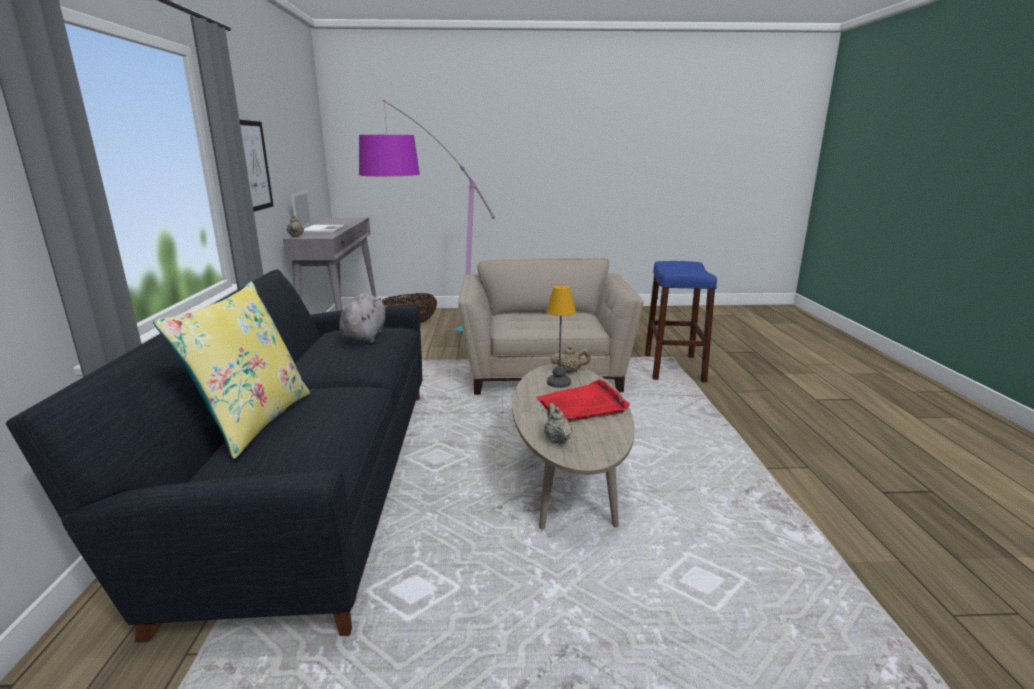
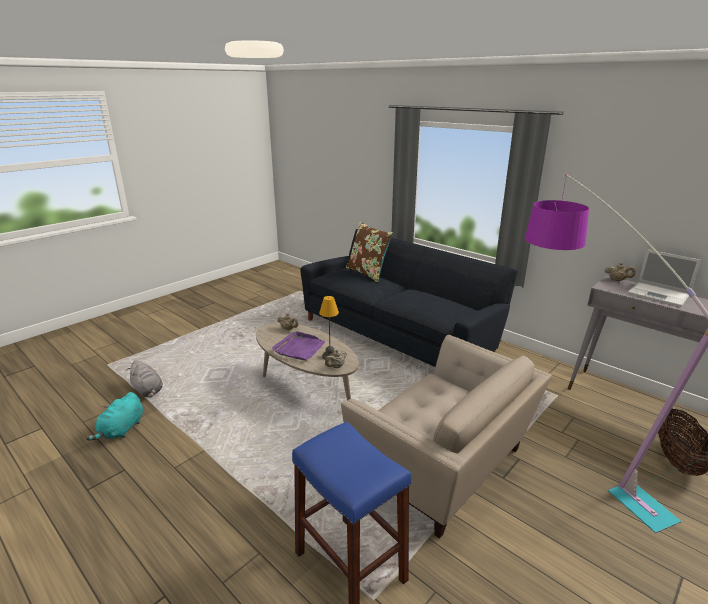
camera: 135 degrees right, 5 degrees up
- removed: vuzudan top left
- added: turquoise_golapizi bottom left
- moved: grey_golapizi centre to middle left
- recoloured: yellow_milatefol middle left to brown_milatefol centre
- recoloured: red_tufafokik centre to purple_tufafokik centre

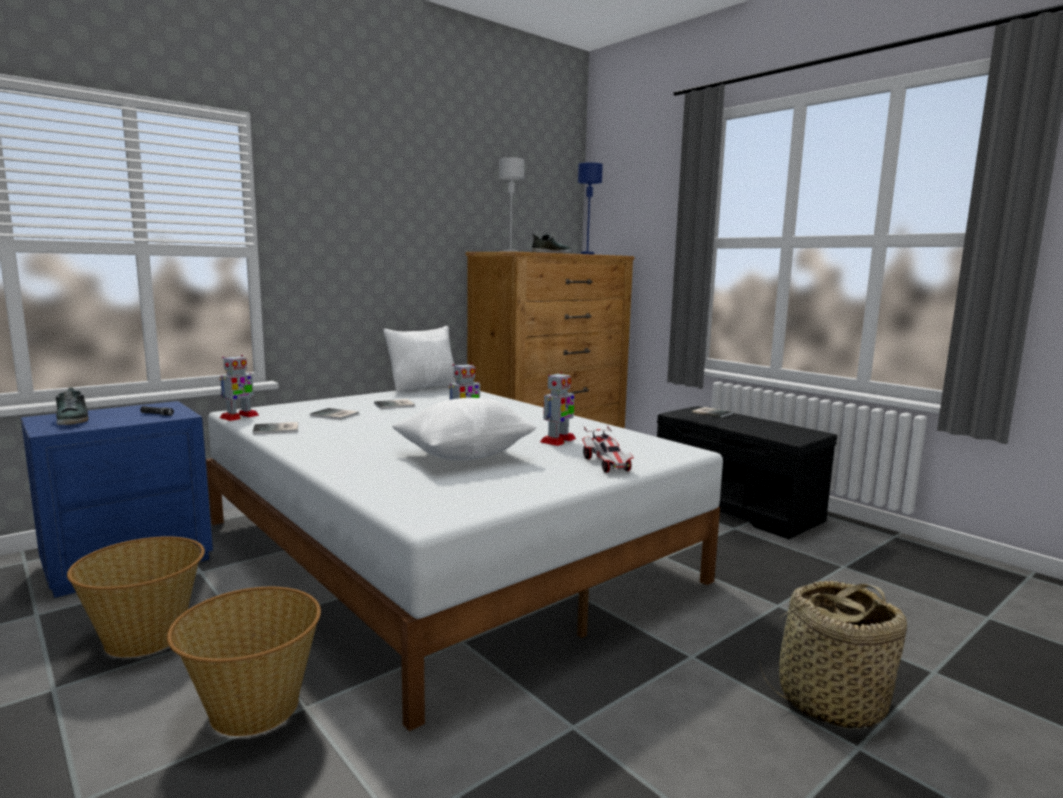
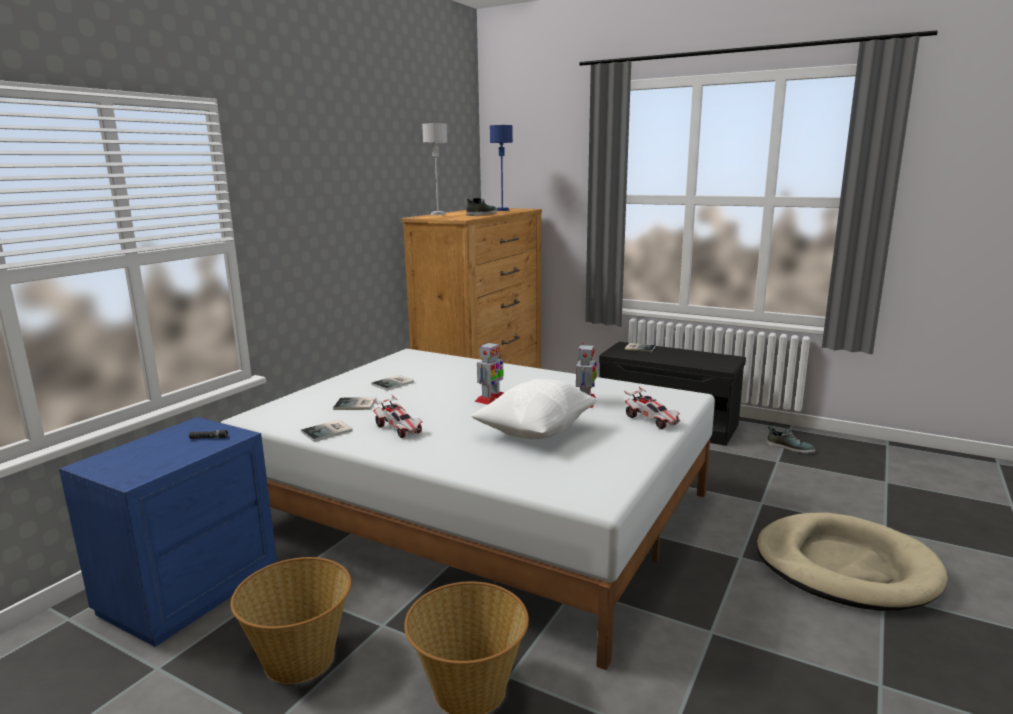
camera: 20 degrees left, 5 degrees up
- removed: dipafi (1st from left) middle left
- removed: white_milatefol (1st from left) centre
- added: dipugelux (1st from left) centre
- moved: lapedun (1st from left in the first image) middle left to lapedun (2nd from left) middle right
- replaced: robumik (3rd from left) bottom right to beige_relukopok bottom right

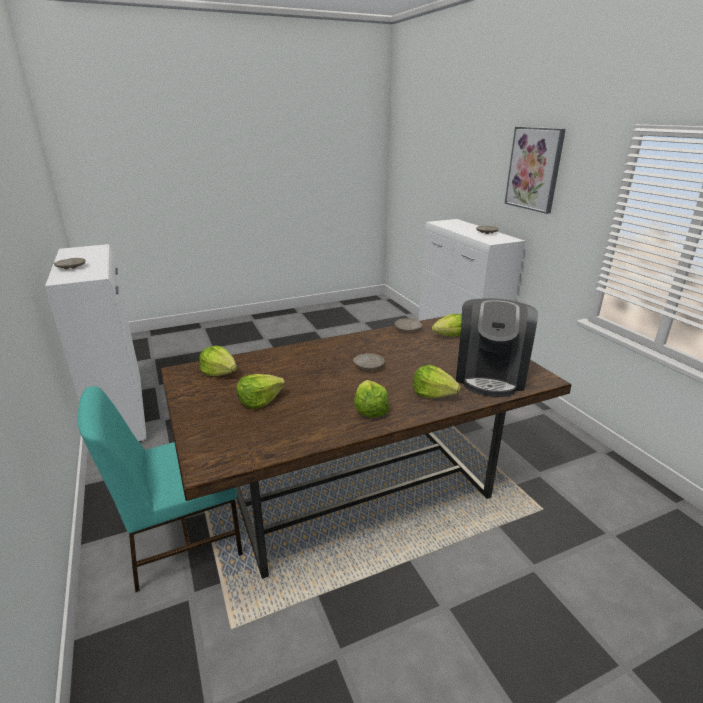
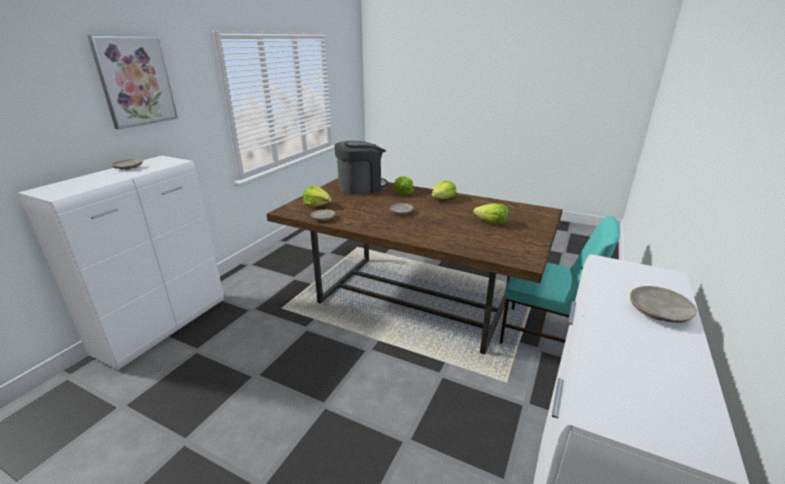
camera: 130 degrees left, 0 degrees up
- removed: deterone (1st from left) middle left

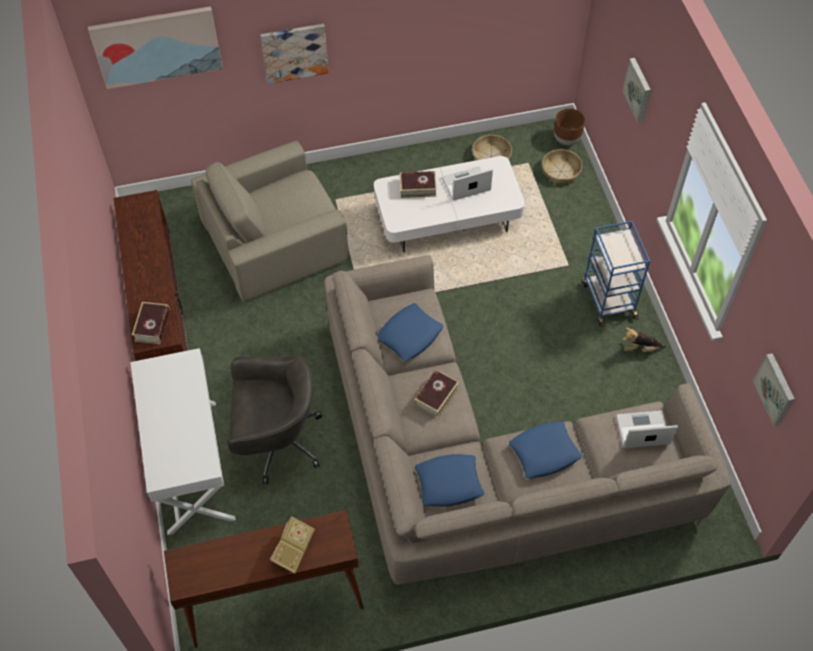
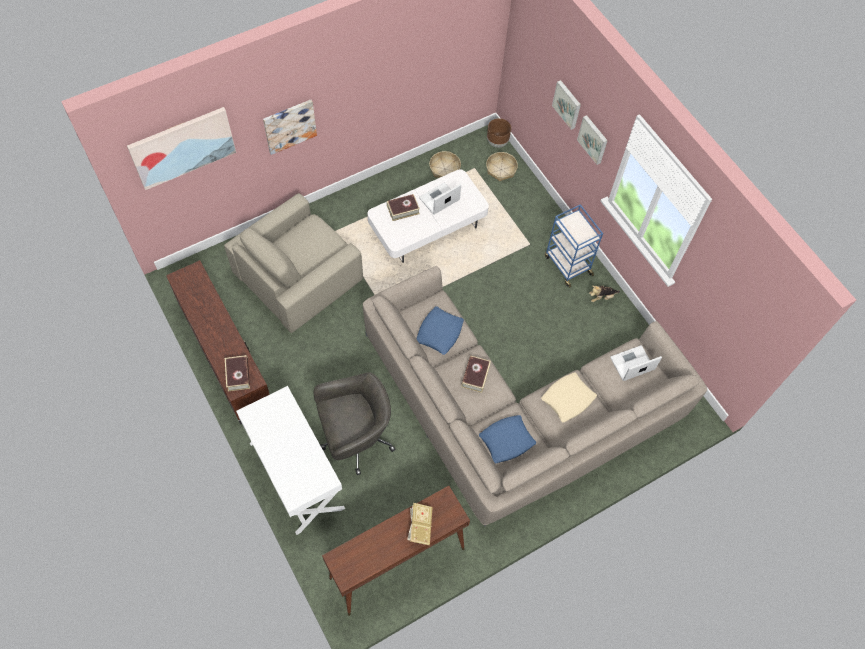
camera: 20 degrees left, 5 degrees up
- moved: vuzudan (4th from left) middle right to top right
- recoloured: blue_milatefol (3rd from left) bottom right to beige_milatefol centre

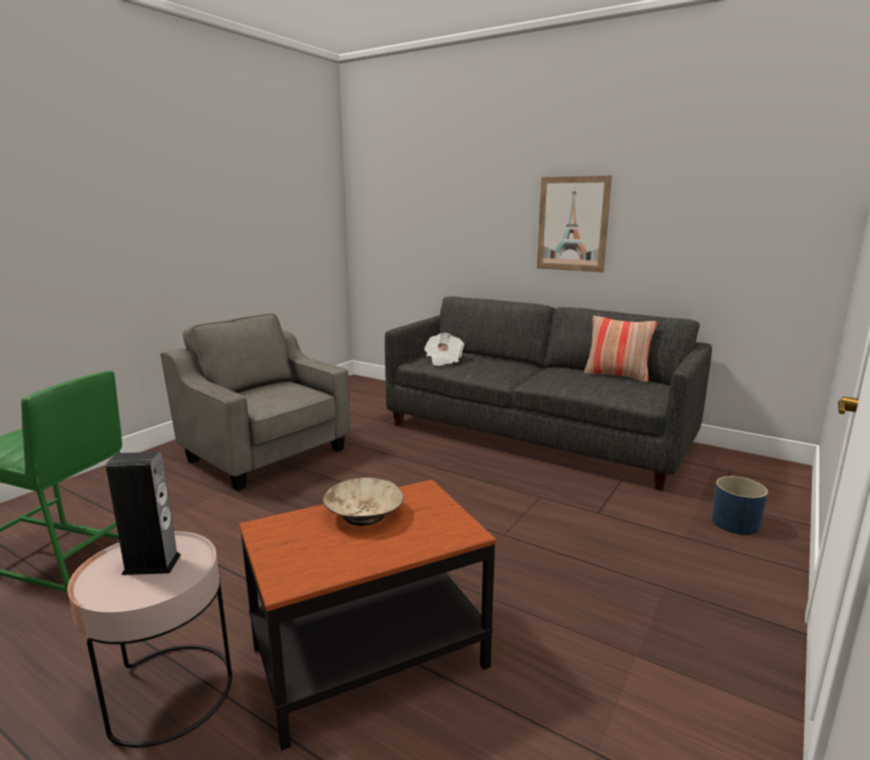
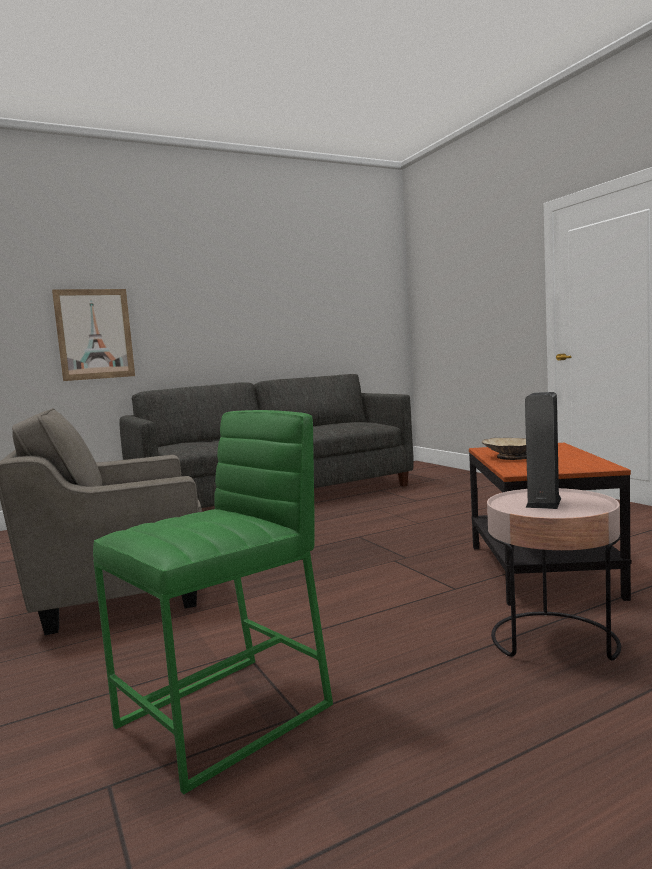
camera: 60 degrees left, 10 degrees down
- removed: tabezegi centre
- removed: milatefol middle right
- removed: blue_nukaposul middle right
- moved: vuzudan top centre to middle left

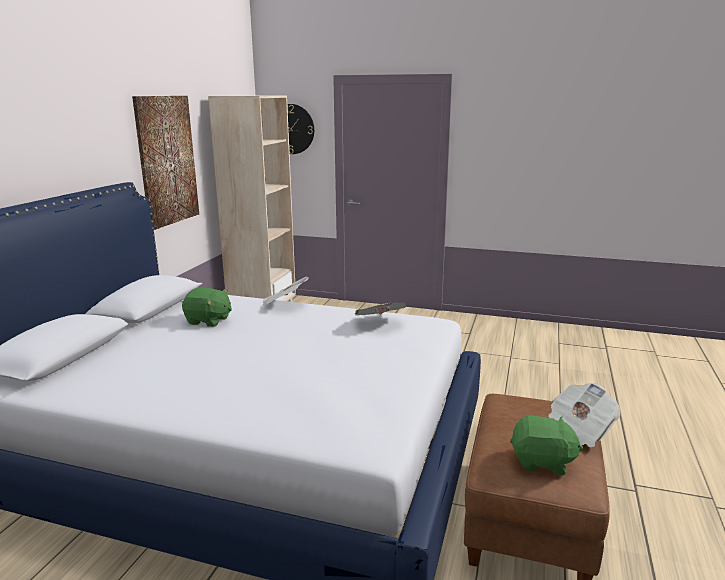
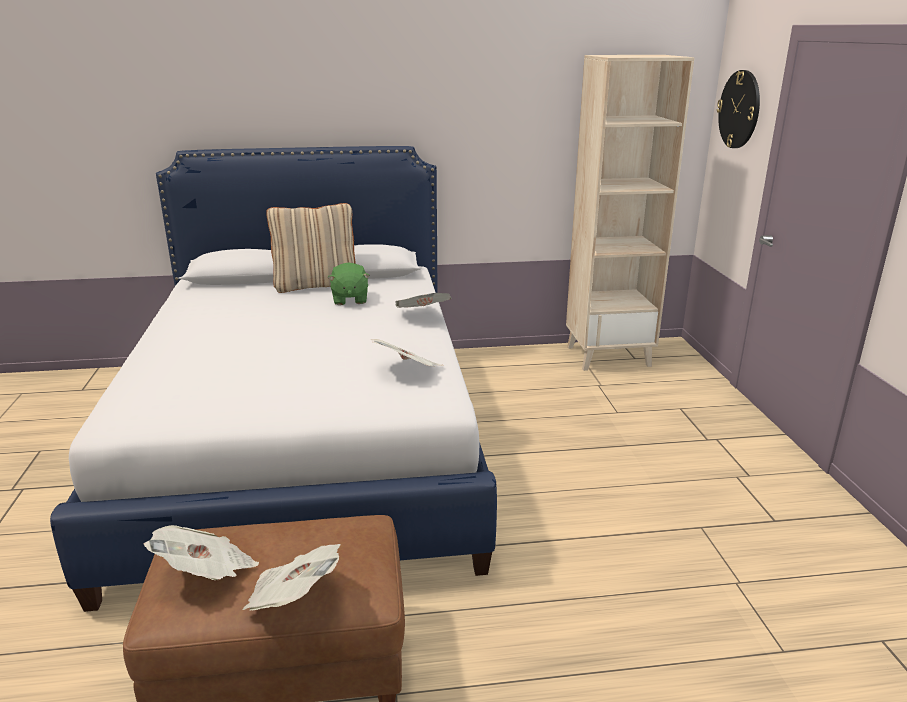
camera: 65 degrees right, 5 degrees up
- removed: vuzudan top left
- added: beige_milatefol centre
- replaced: green_golapizi (2nd from left) bottom right to tabezegi (1st from left) bottom left

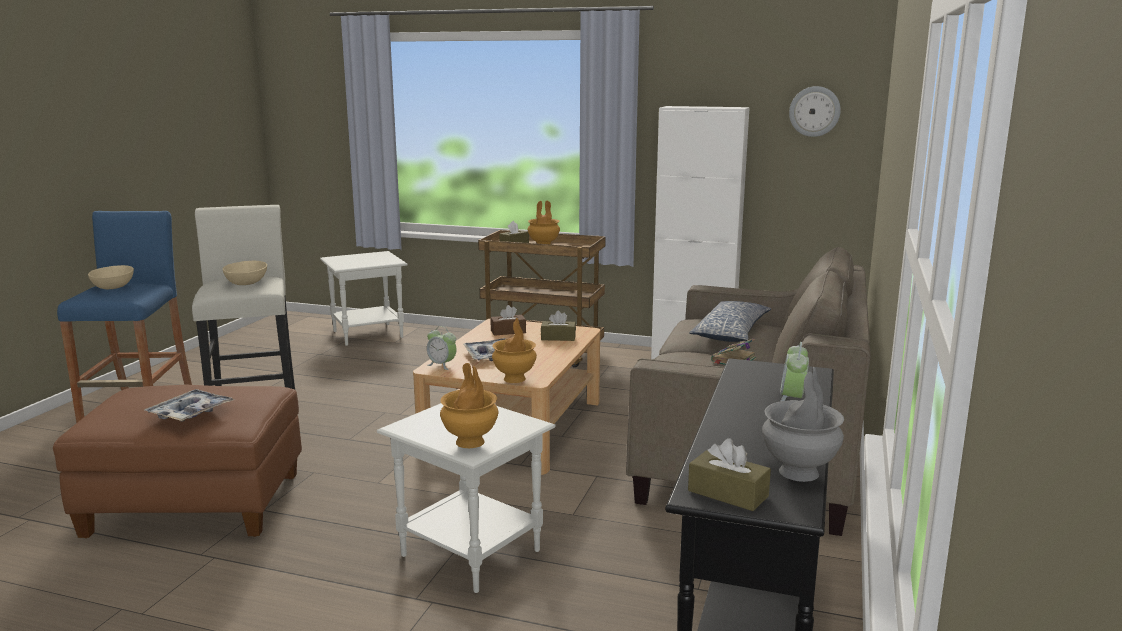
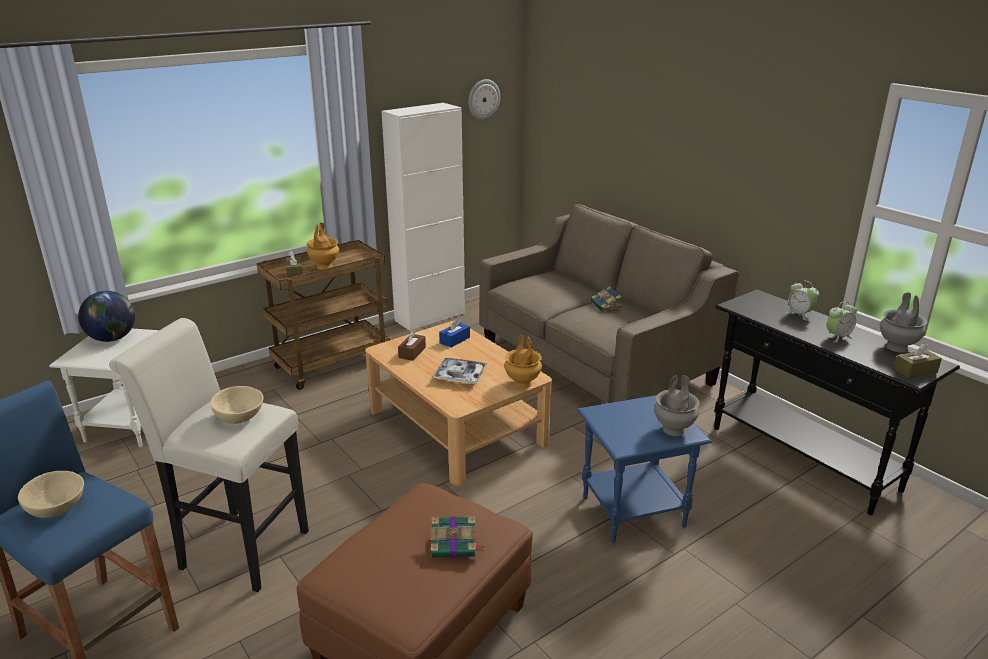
camera: 55 degrees left, 10 degrees up
- removed: milatefol centre
- added: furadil middle left
- moved: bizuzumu (1st from left in the first image) centre to bizuzumu (2nd from left) middle right
- replaced: tufafokik (1st from left) middle left to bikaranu (1st from left) bottom centre
- recoloured: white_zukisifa (2nd from left) bottom centre to blue_zukisifa bottom centre
- recoloured: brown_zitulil (1st from left) centre to grey_zitulil (1st from left) middle right
- recoloured: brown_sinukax (3rd from left) centre to blue_sinukax centre

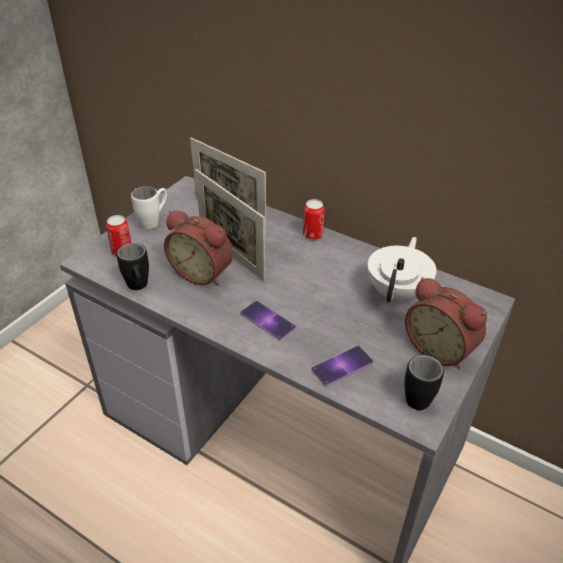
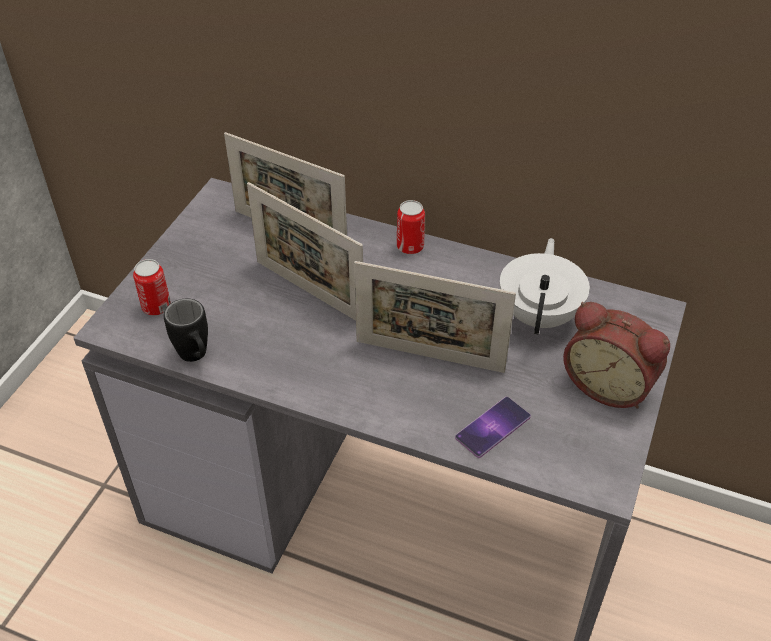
camera: 10 degrees left, 5 degrees up
- removed: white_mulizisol middle left
- removed: bizuzumu (1st from left) centre
- removed: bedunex (1st from left) centre
- removed: black_mulizisol (2nd from left) bottom right
- added: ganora (3rd from left) centre

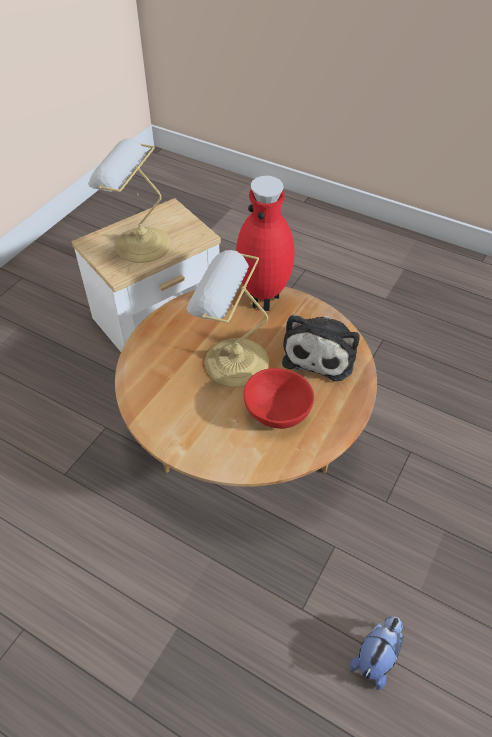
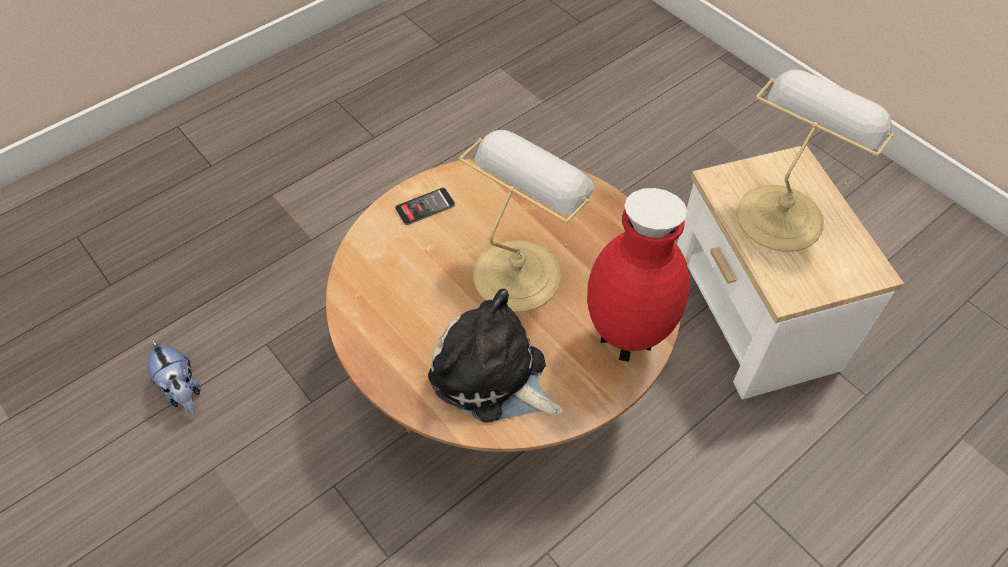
camera: 110 degrees right, 5 degrees up
- removed: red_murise centre
- added: bedunex centre

